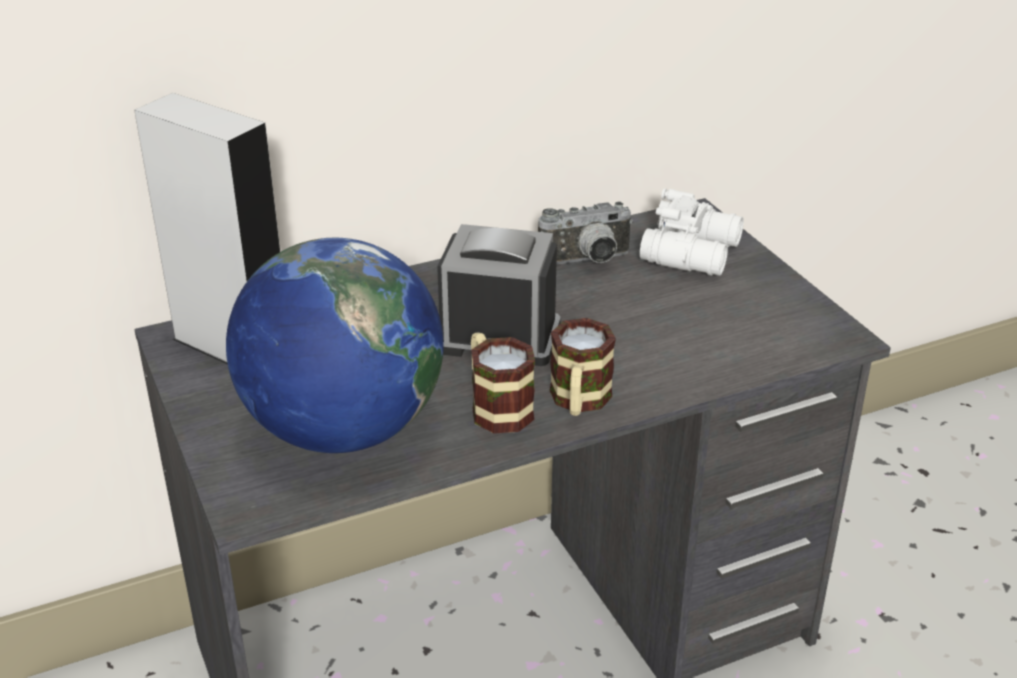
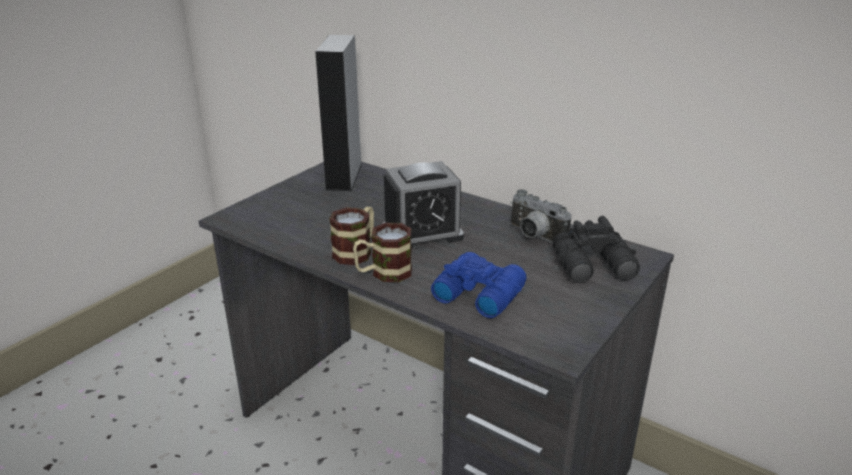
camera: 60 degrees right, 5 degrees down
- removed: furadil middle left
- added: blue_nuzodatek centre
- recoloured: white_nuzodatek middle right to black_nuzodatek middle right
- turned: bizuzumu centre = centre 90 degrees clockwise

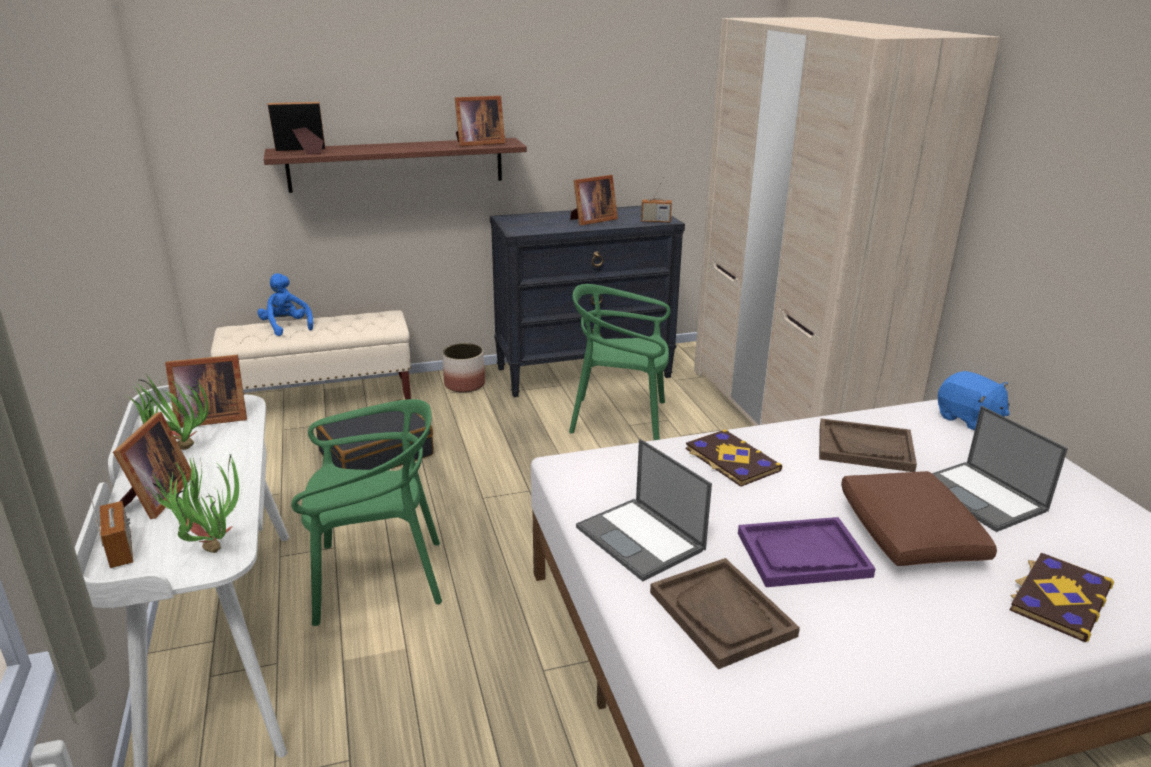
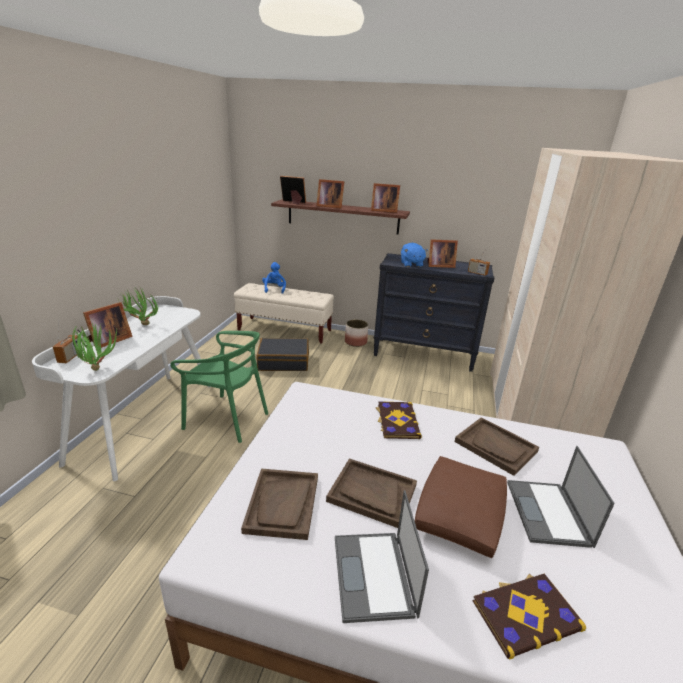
camera: 30 degrees right, 0 degrees up
- removed: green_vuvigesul (2nd from left) centre
- moved: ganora (2nd from left in the first image) middle left to ganora (3rd from left) top centre
- moved: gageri (1st from left) centre to bottom centre
- moved: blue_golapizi (2nd from left) middle right to centre
- recoloured: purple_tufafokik bottom right to brown_tufafokik (2nd from left) bottom centre

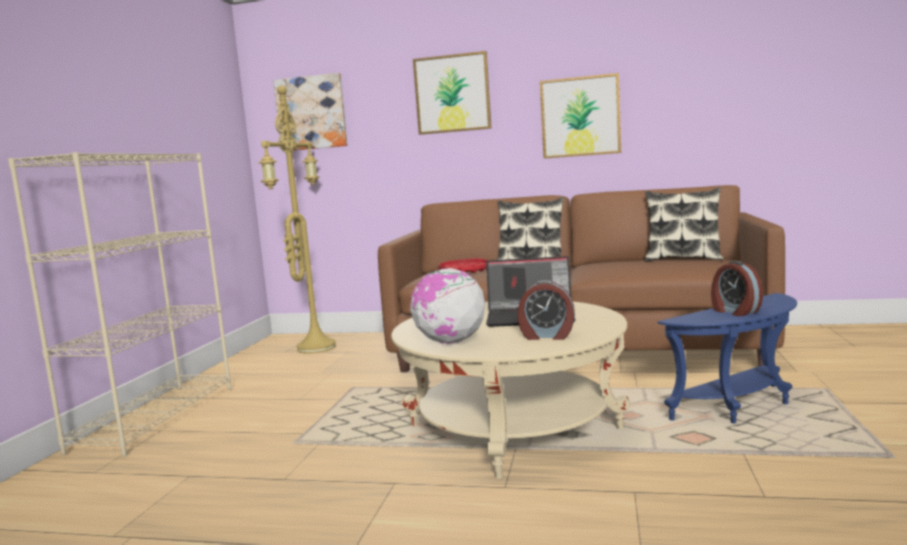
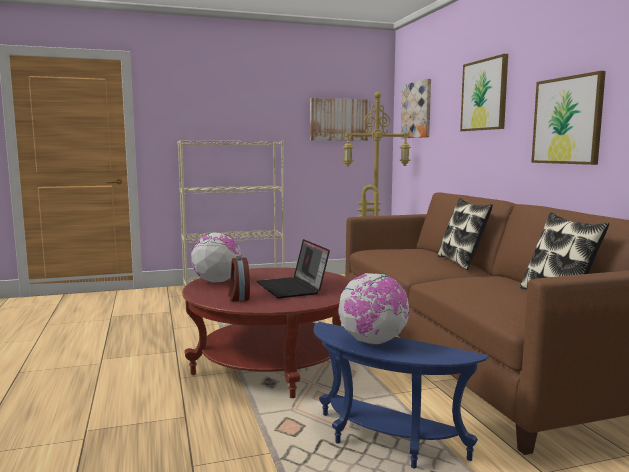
camera: 60 degrees right, 0 degrees up
- removed: red_tufafokik centre
- added: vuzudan (1st from left) top centre
- replaced: bizuzumu (2nd from left) middle right to furadil (2nd from left) centre
- recoloured: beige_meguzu bottom centre to red_meguzu bottom centre

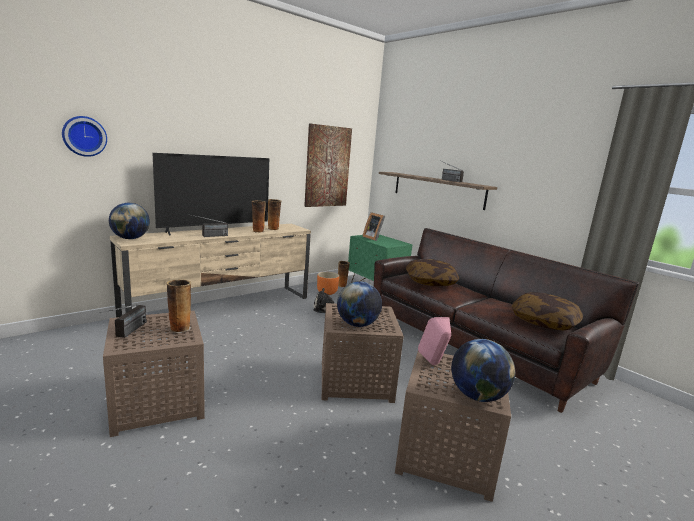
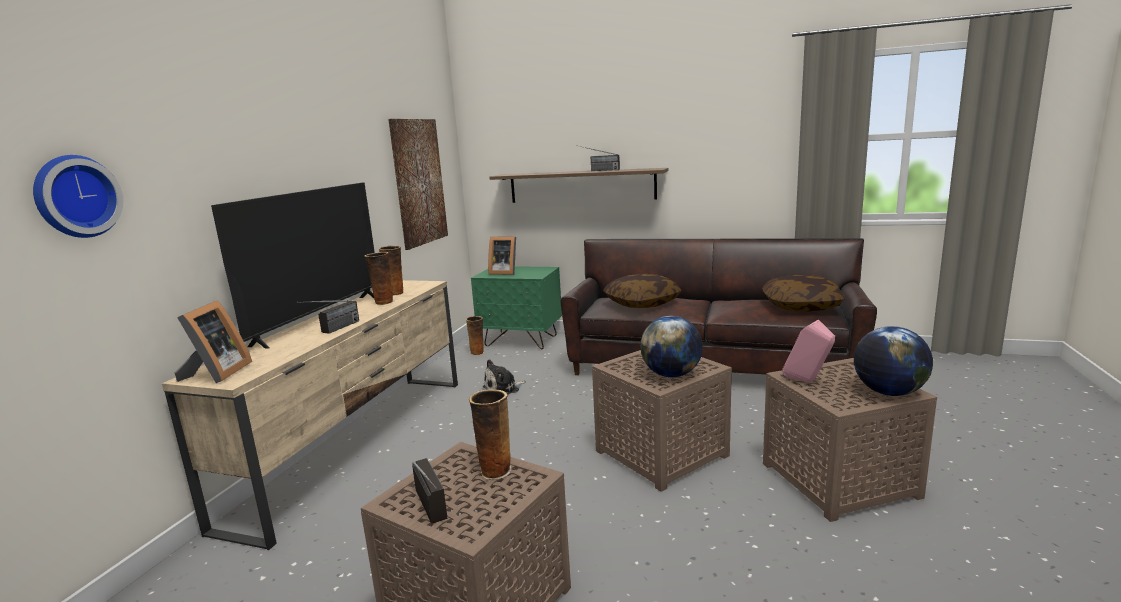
camera: 30 degrees left, 0 degrees up
- removed: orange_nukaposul centre
- replaced: furadil (1st from left) middle left to ganora (1st from left) middle left

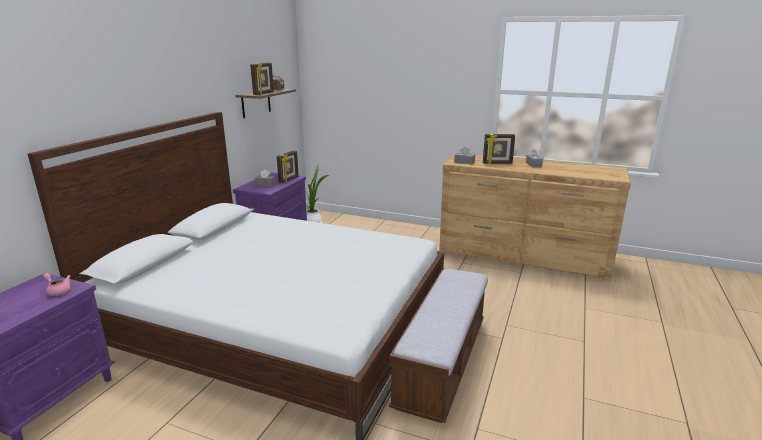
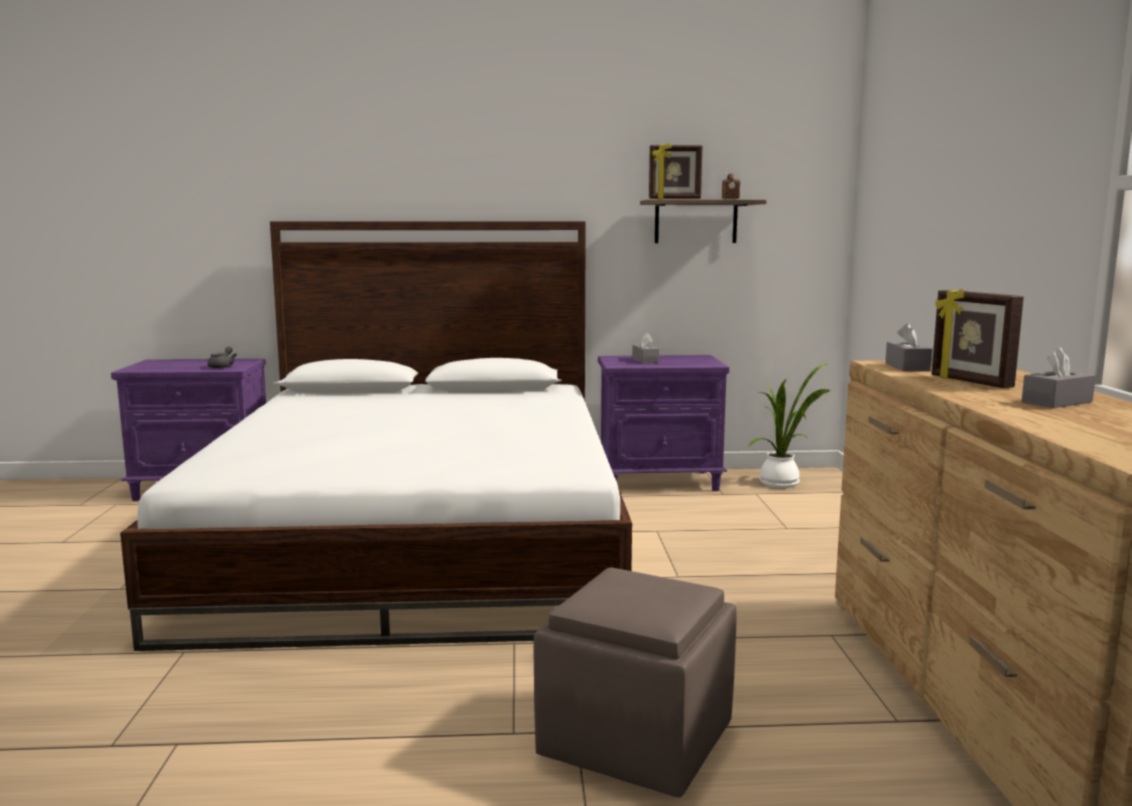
camera: 65 degrees right, 10 degrees down
- removed: ganora (2nd from left) centre
- removed: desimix bottom centre
- added: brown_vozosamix bottom centre
- recoloured: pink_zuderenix middle left to grey_zuderenix middle left

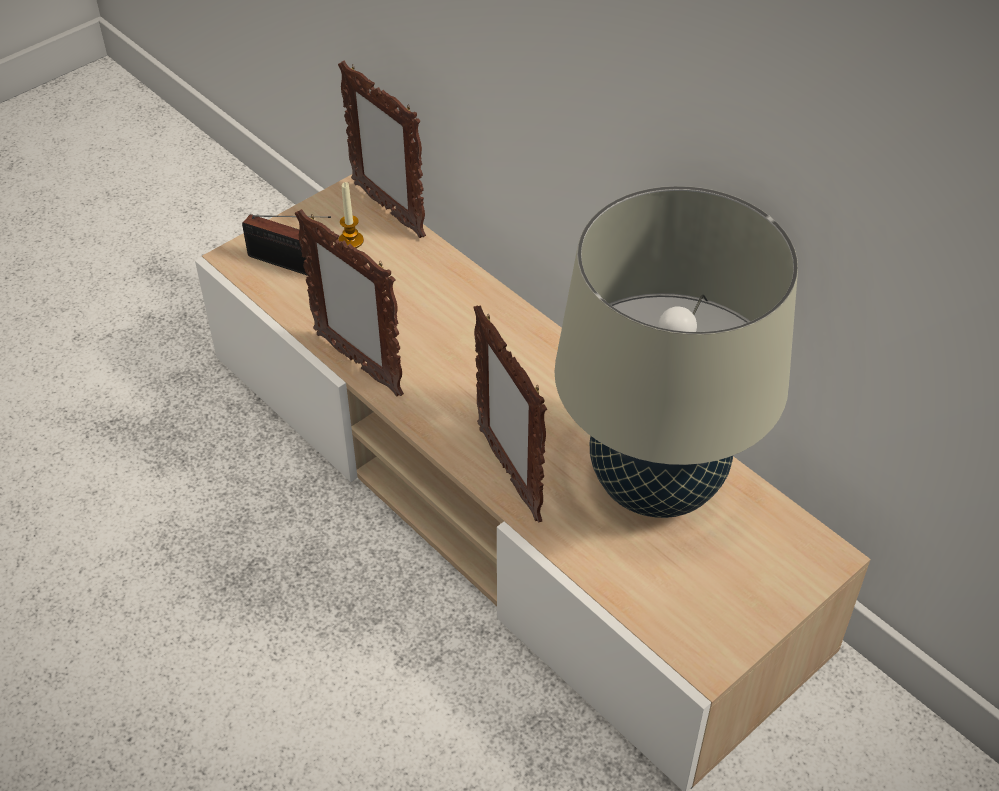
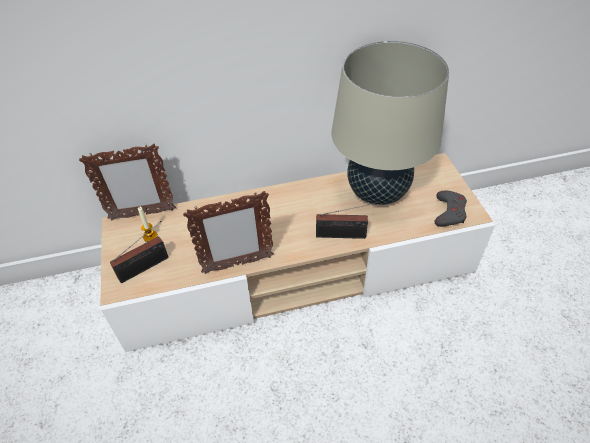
camera: 60 degrees left, 0 degrees up
- added: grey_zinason middle right
- replaced: ganora (3rd from left) centre to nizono (2nd from left) centre

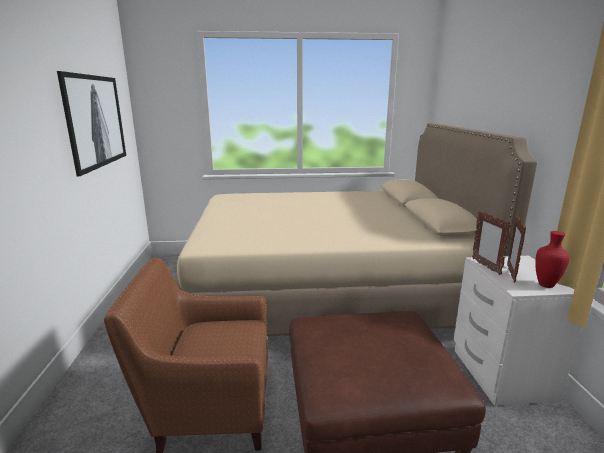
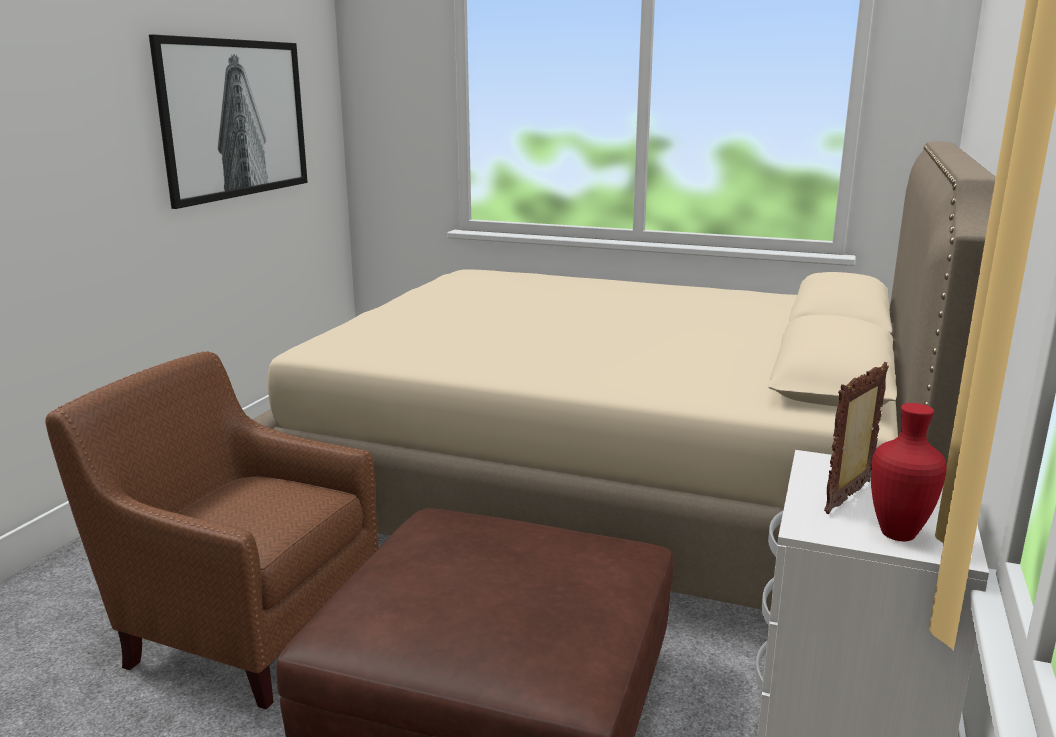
camera: 25 degrees right, 0 degrees up
- removed: ganora (1st from left) middle right

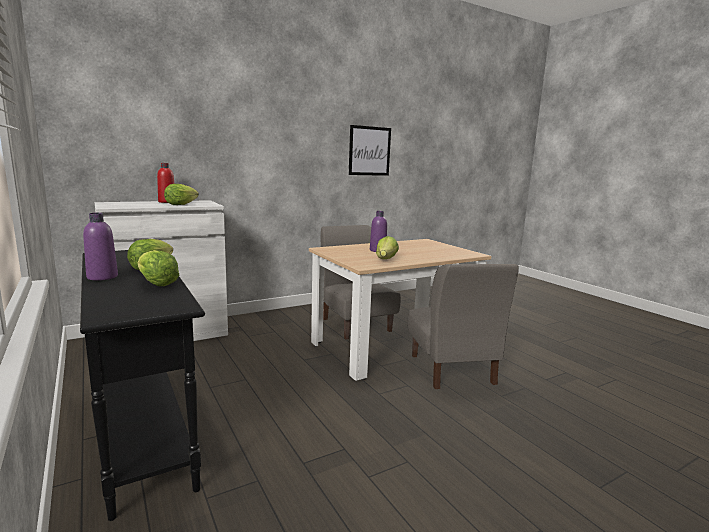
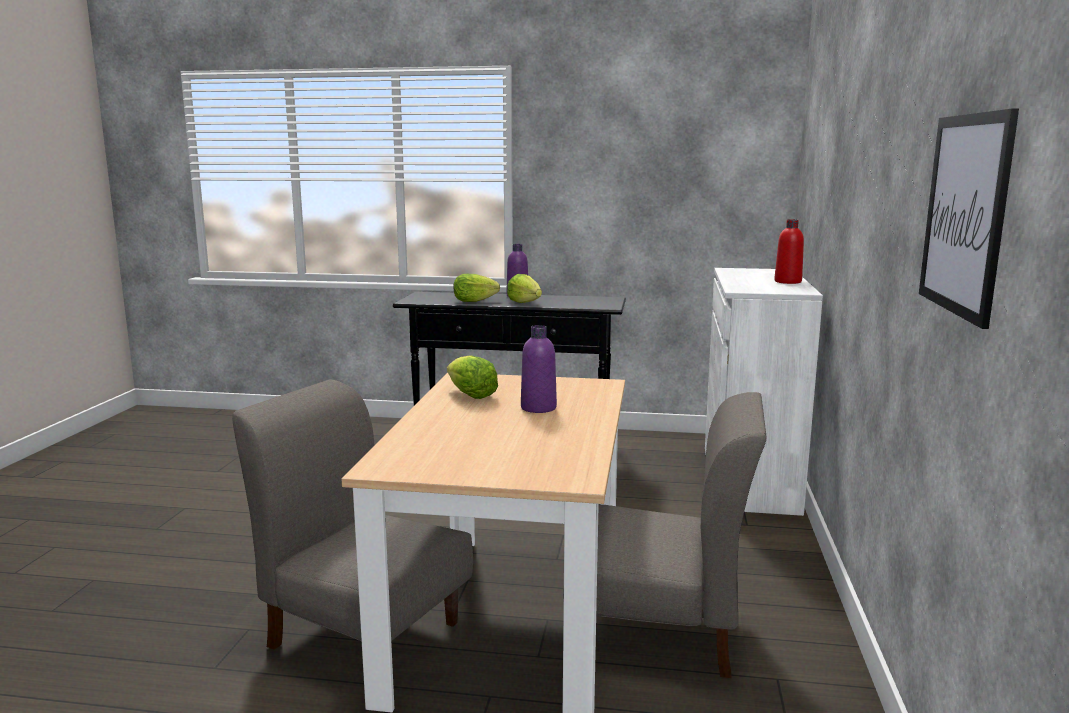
camera: 130 degrees right, 0 degrees up
- removed: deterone (3rd from left) middle left

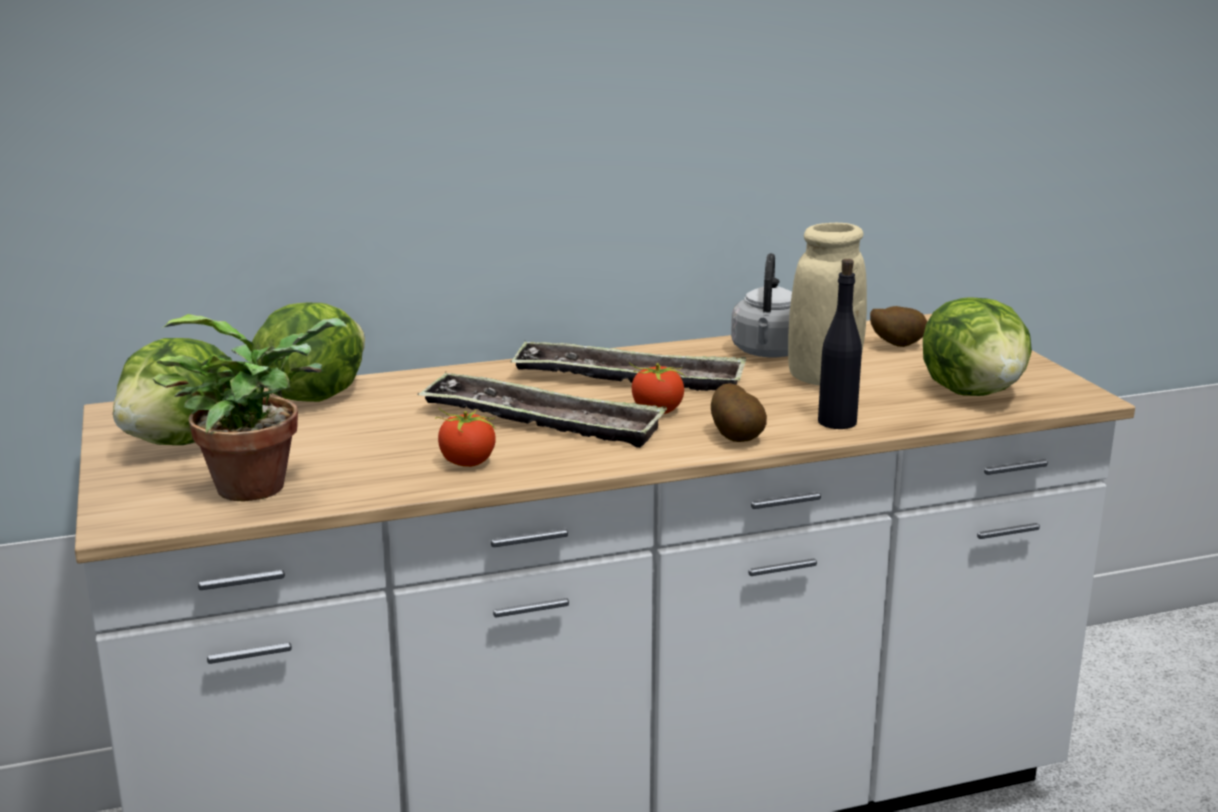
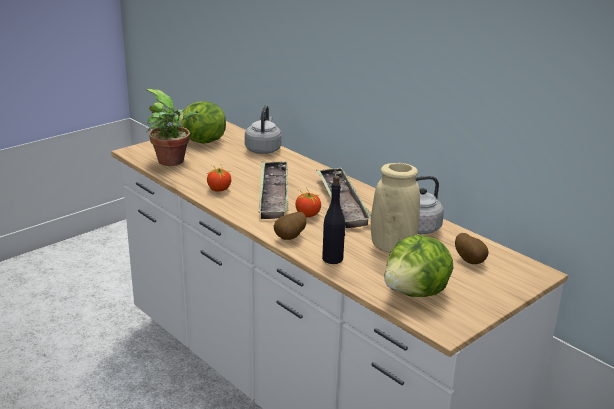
camera: 65 degrees right, 5 degrees up
- replaced: deterone (2nd from left) middle left to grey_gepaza (1st from left) top centre

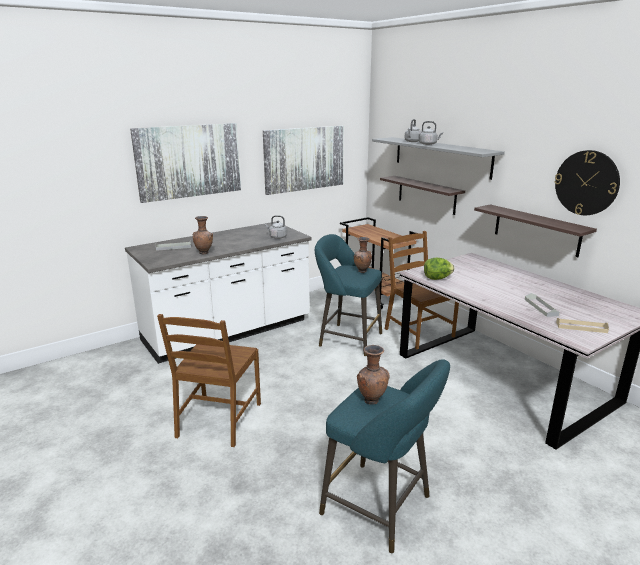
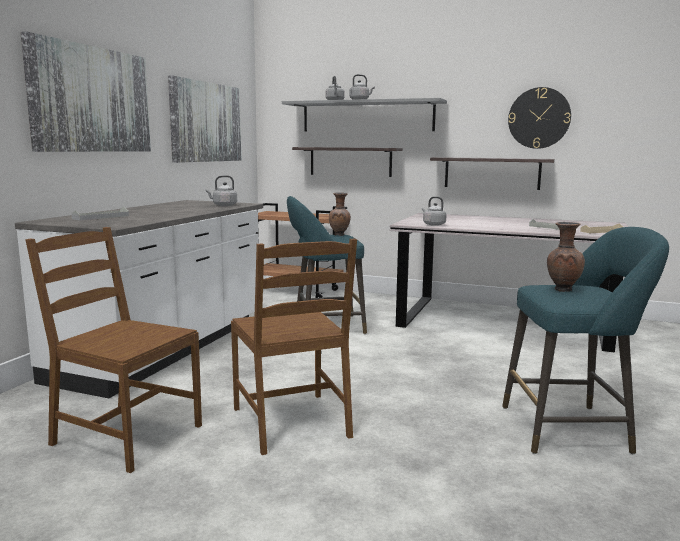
camera: 35 degrees left, 10 degrees down
- removed: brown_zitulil (1st from left) middle left
- moved: brown_vuvigesul (2nd from left in the first image) centre to brown_vuvigesul (1st from left) middle left
- replaced: deterone middle right to grey_gepaza (4th from left) centre

